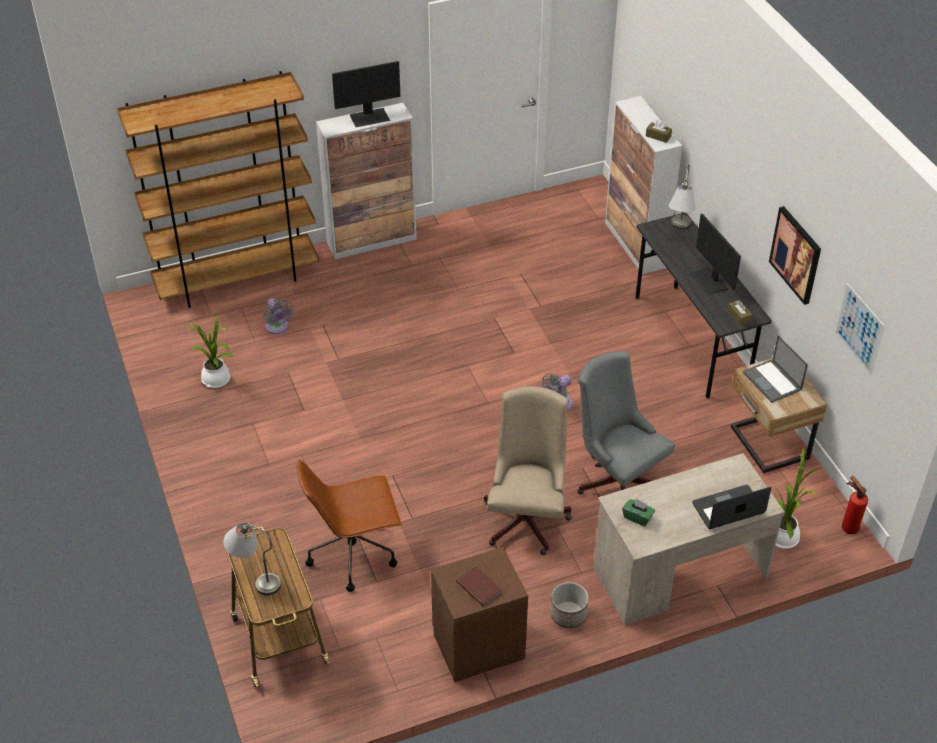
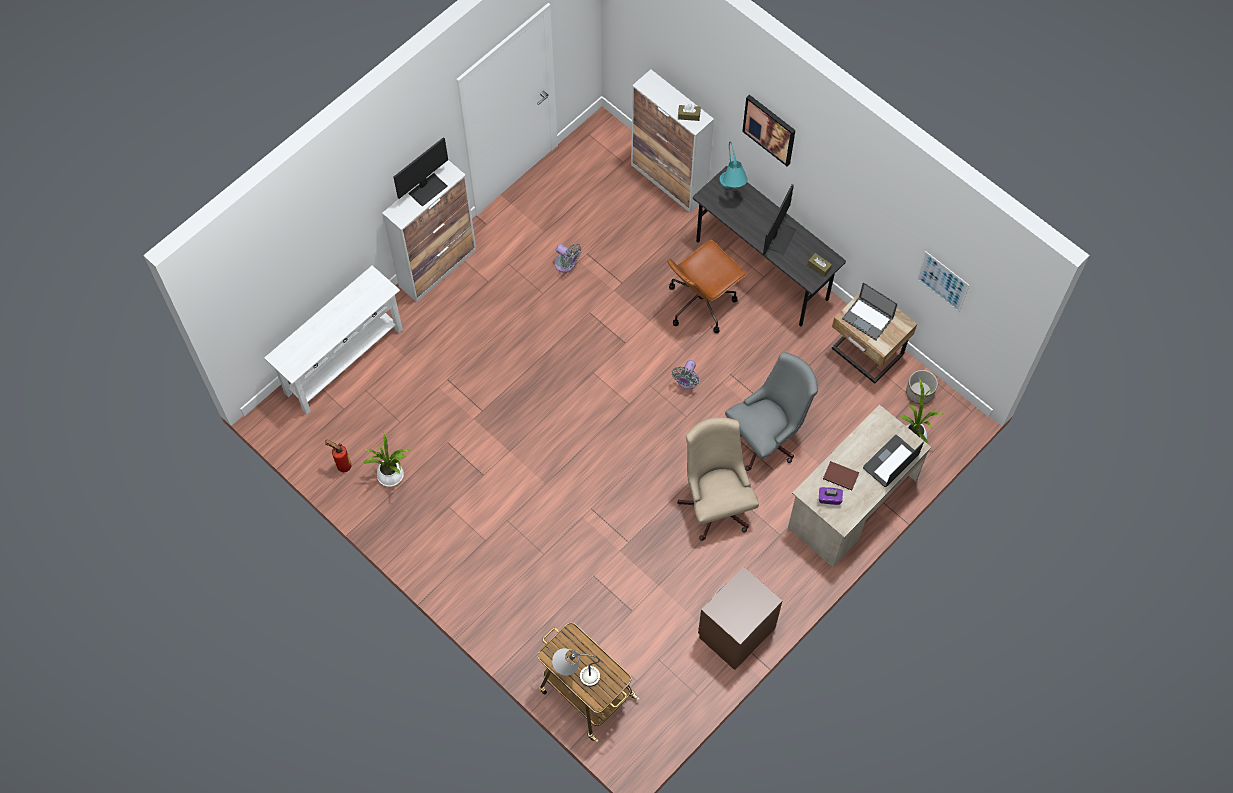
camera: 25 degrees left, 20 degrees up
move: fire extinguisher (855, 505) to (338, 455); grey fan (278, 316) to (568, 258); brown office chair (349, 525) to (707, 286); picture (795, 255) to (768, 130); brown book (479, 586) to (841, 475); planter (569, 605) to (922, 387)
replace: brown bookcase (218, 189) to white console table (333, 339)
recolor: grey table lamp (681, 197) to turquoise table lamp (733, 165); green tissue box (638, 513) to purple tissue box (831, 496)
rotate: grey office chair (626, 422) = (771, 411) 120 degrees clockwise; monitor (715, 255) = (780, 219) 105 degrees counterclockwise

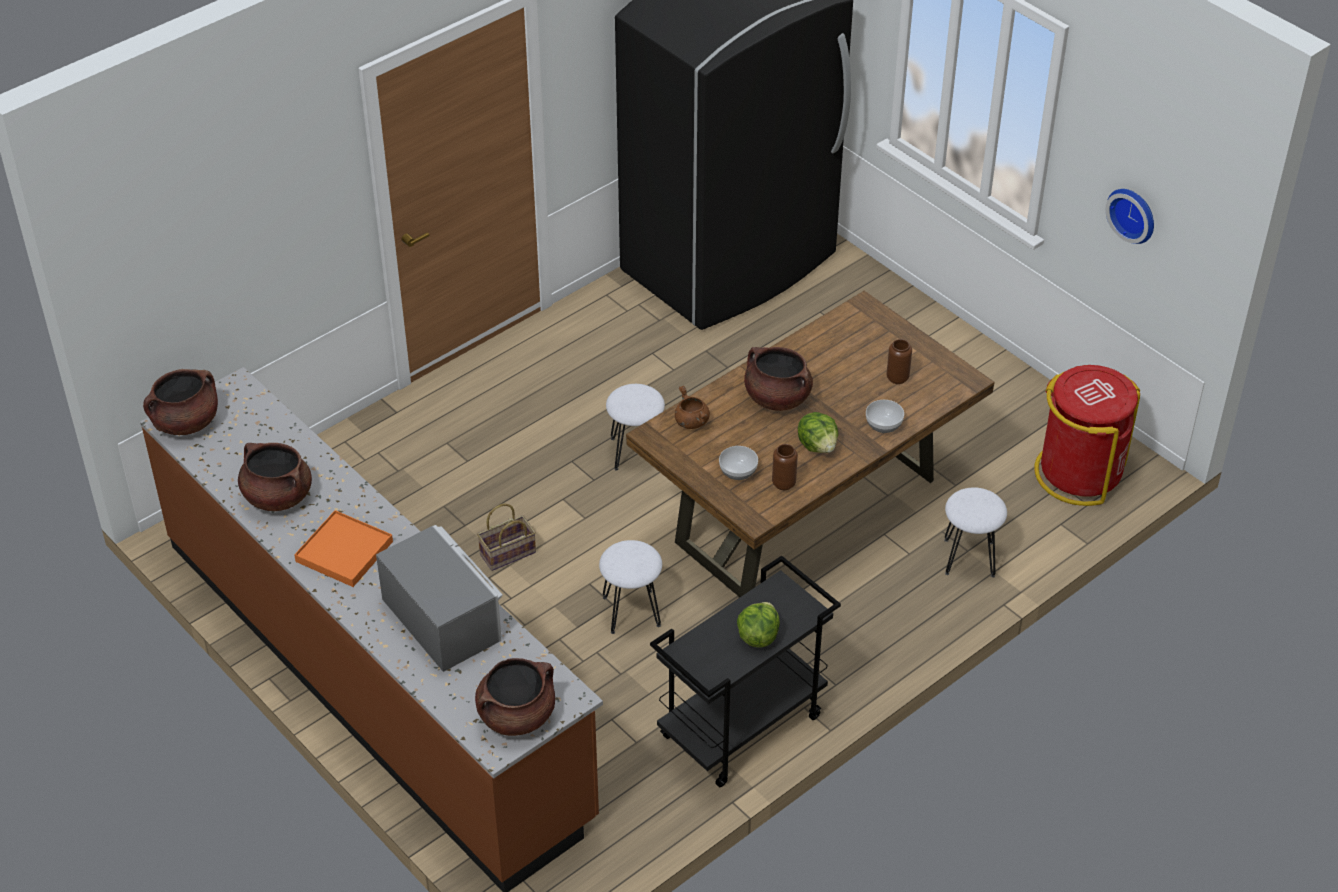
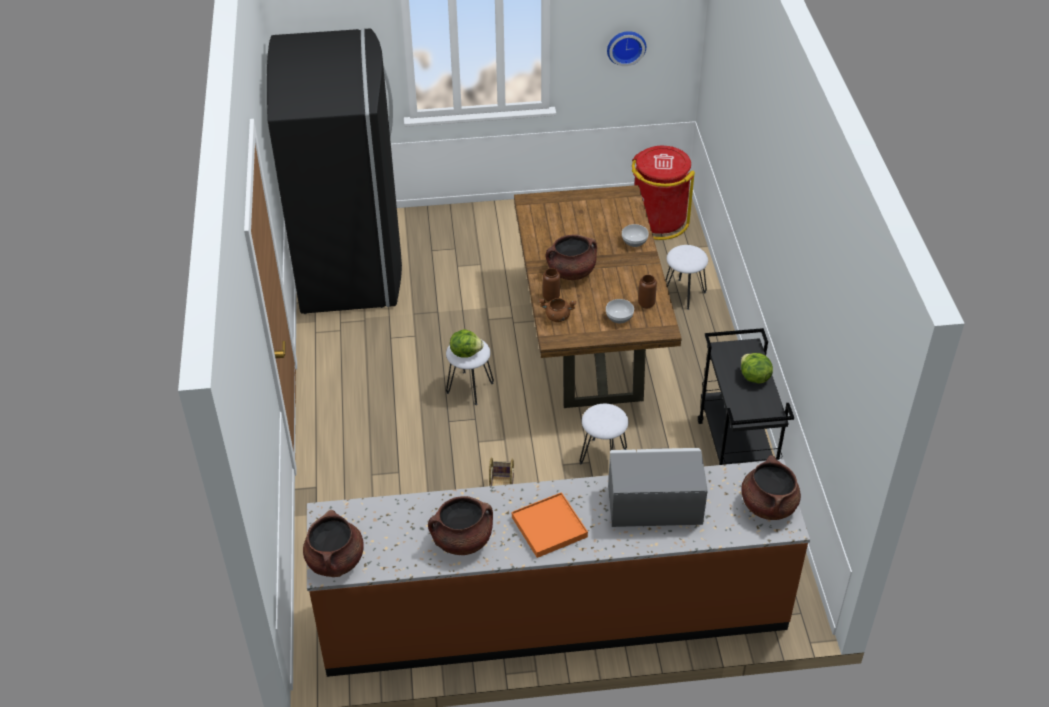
camera: 55 degrees left, 0 degrees up
move: lettuce (818, 432) to (467, 343); brown vase (899, 361) to (551, 285)

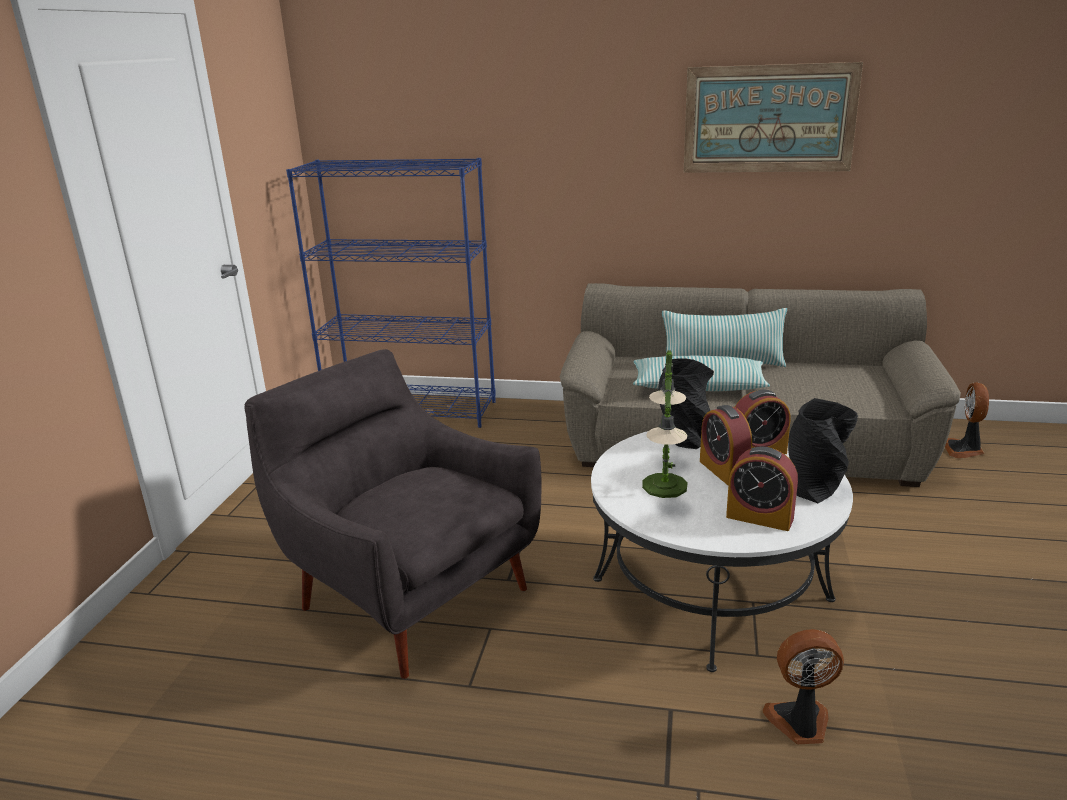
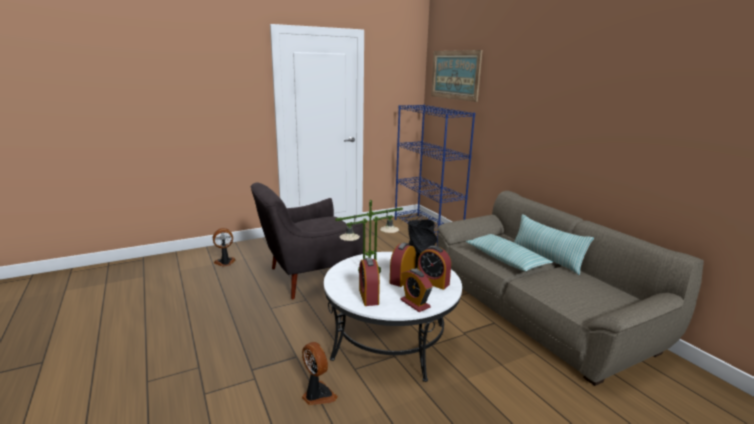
camera: 50 degrees right, 5 degrees down
move: fan (967, 420) to (224, 247); picture (773, 117) to (457, 76)
replace: black vase (823, 450) to alarm clock (416, 290)
rotate: grey armchair (393, 514) = (307, 241) 120 degrees counterclockwise

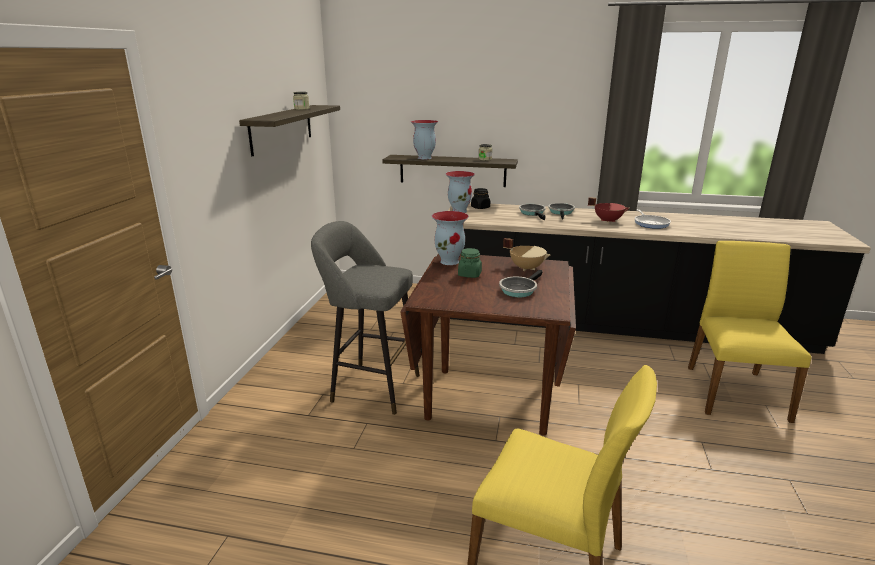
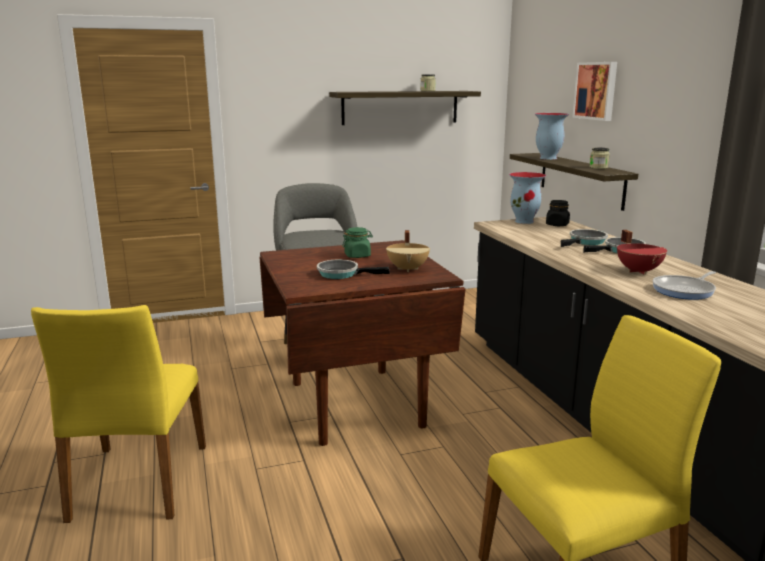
camera: 60 degrees right, 5 degrees down
delete: vase (450, 238)
insert: picture (594, 91)

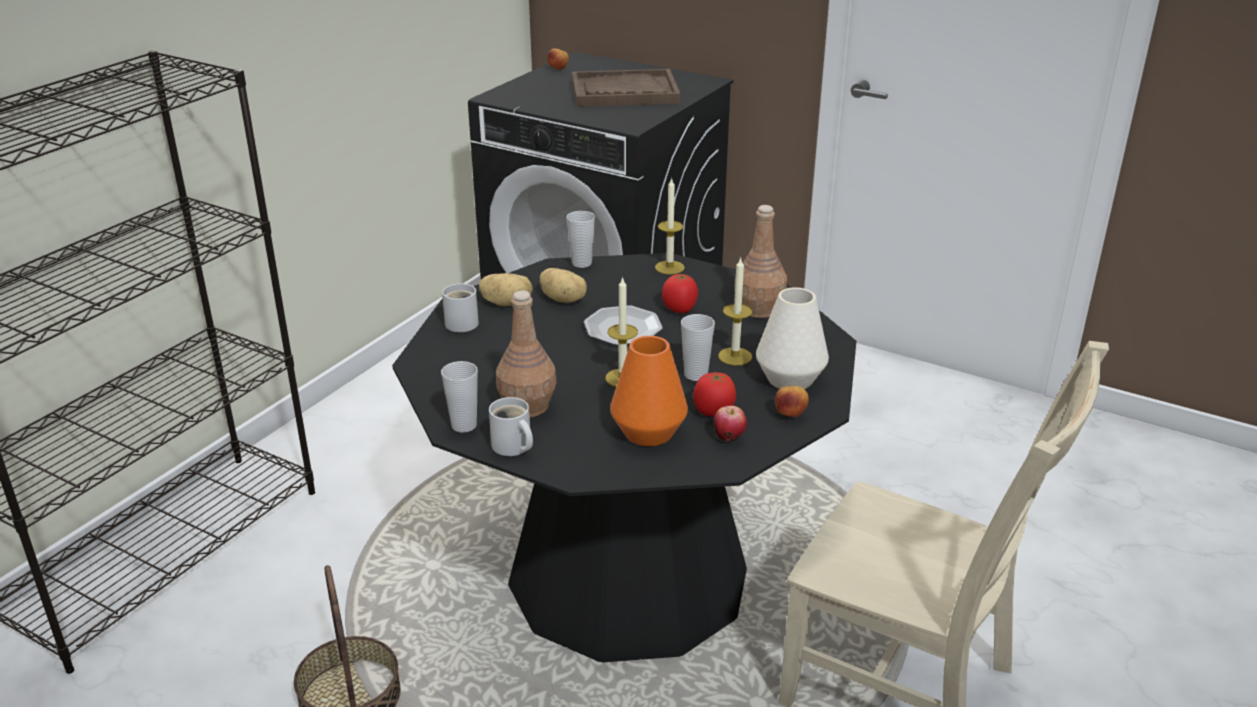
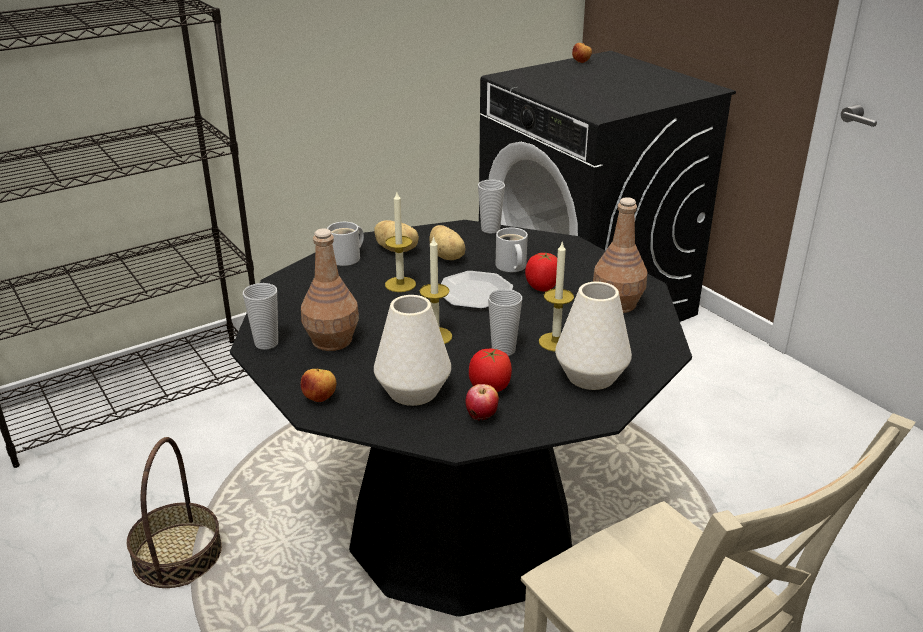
camera: 25 degrees right, 0 degrees up
delete: brown tray (626, 88)
move: apple (792, 401) to (318, 385); candle (670, 226) to (400, 242); white mug (511, 426) to (512, 250)
recolor: orange vase (649, 391) to white vase (412, 350)

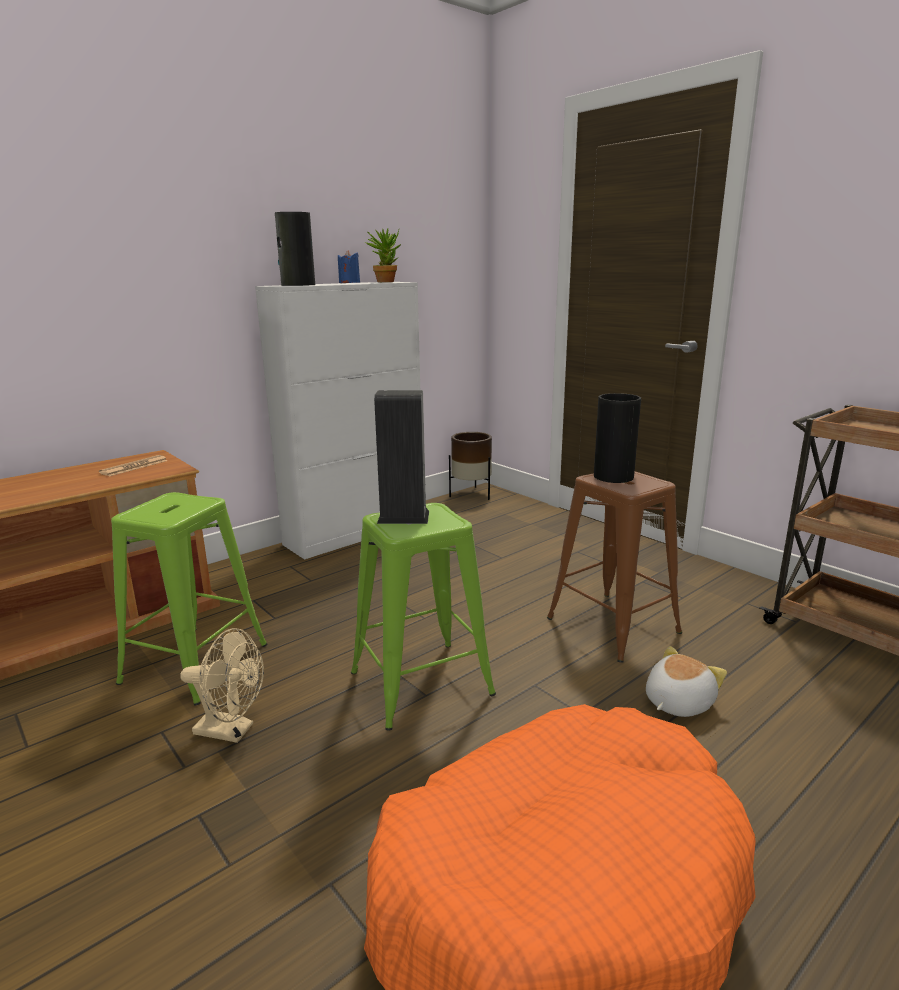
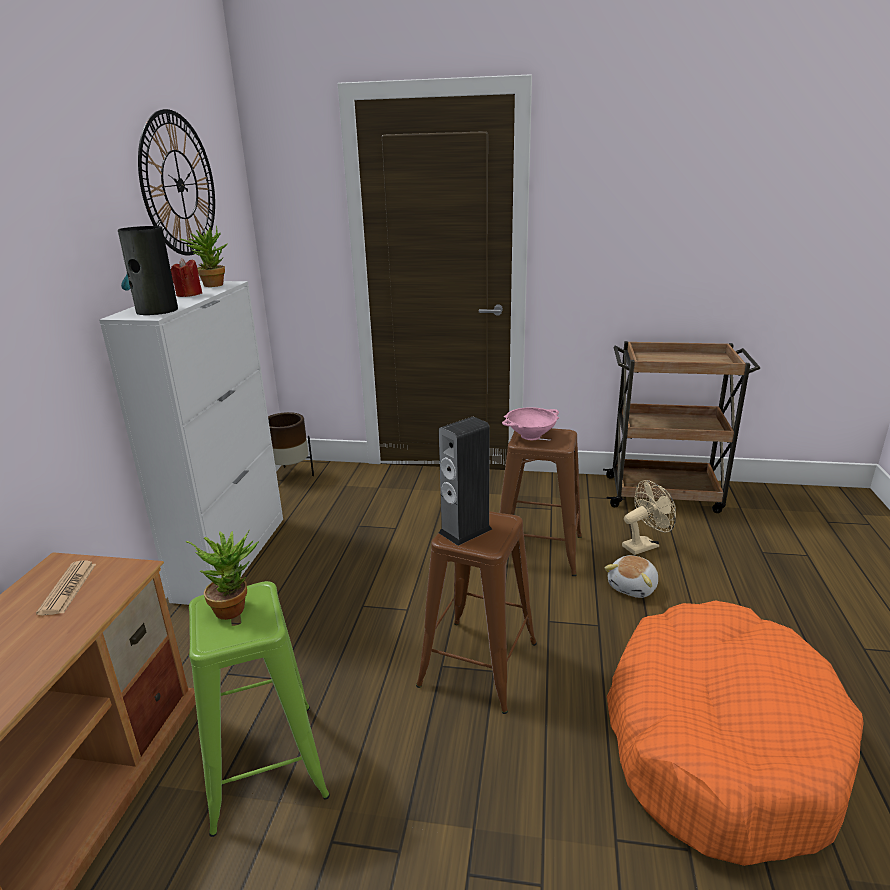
camera: 40 degrees left, 5 degrees up
insert: wall clock (176, 182); potted plant (222, 575)
move: beige fan (222, 685) to (649, 517)
replace: vase (617, 438) to pink bowl (530, 423)
recolor: blue candle (349, 266) to red candle (186, 277); green stool (423, 616) to brown stool (476, 612)
rotate: plush toy (686, 681) = (631, 576) 150 degrees counterclockwise

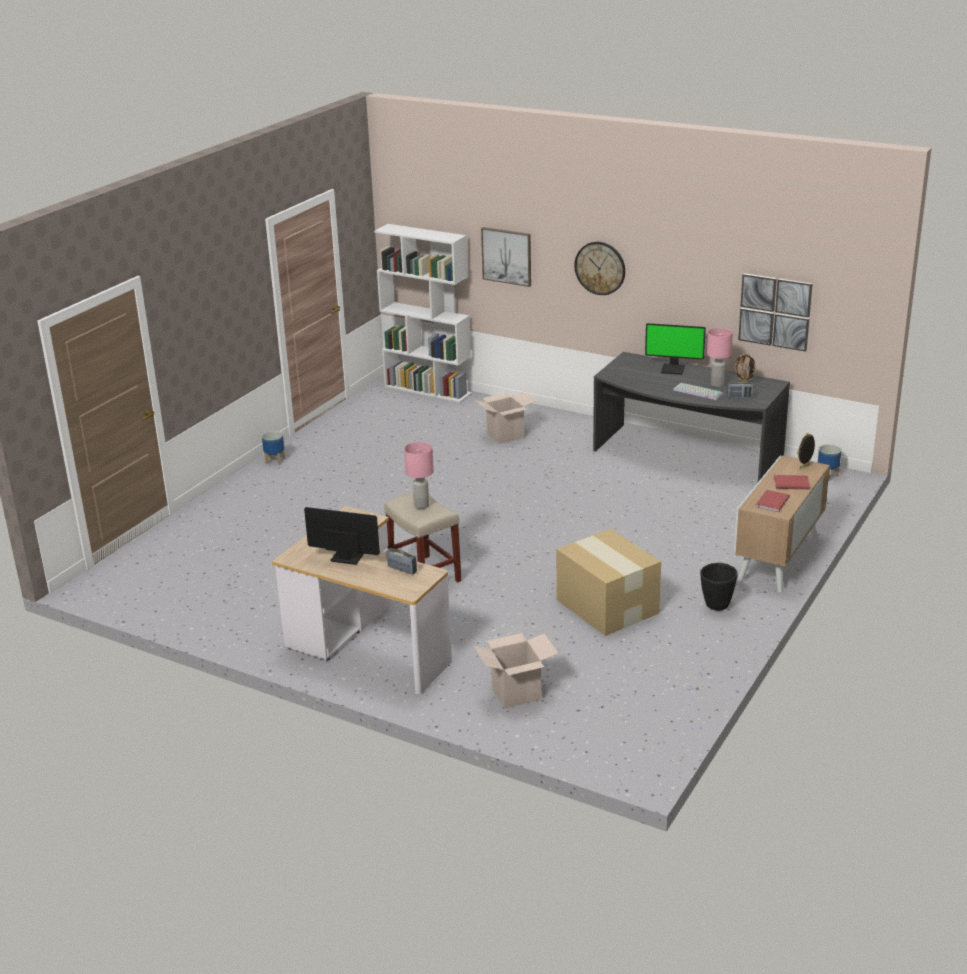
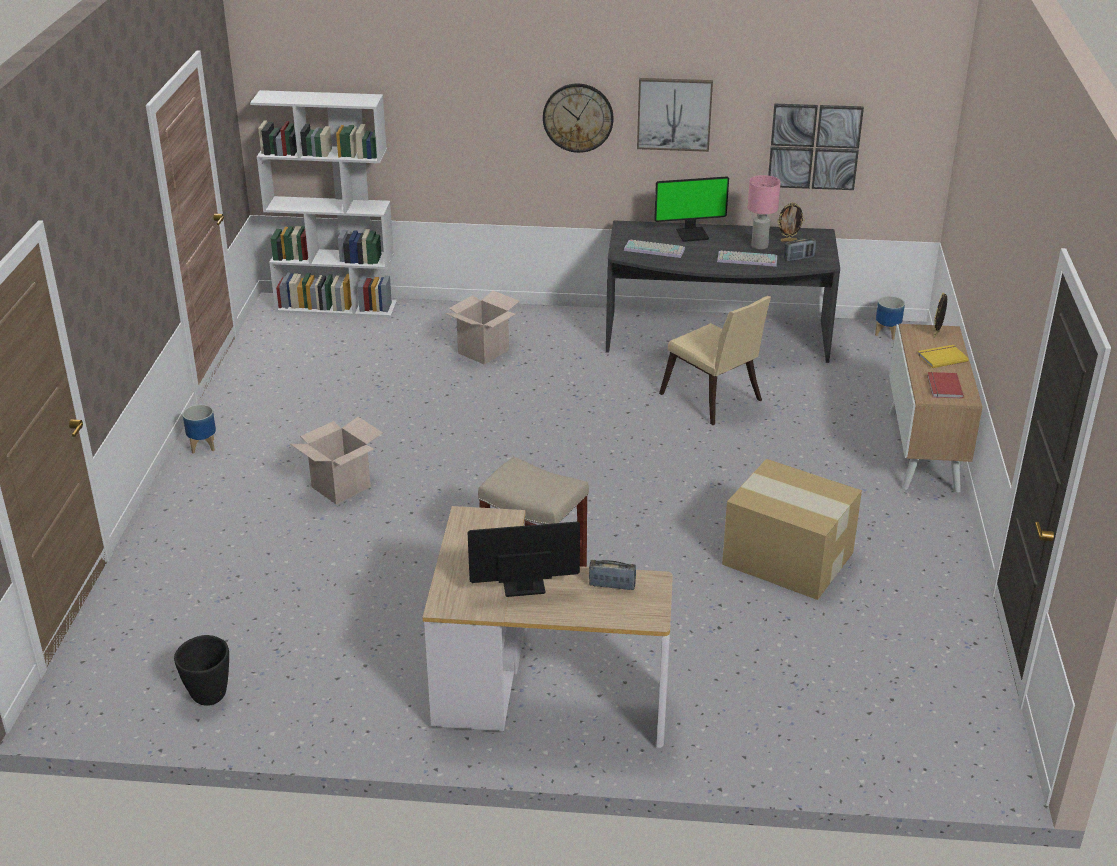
camera: 25 degrees left, 5 degrees up
delete: pink table lamp (419, 475)
insert: keyboard (654, 248); beige chair (715, 360)
move: black planter (719, 587) to (201, 670); cardboard box (516, 671) to (336, 460); picture (506, 257) to (675, 115)
recolor: red book (792, 482) to yellow book (943, 356)

